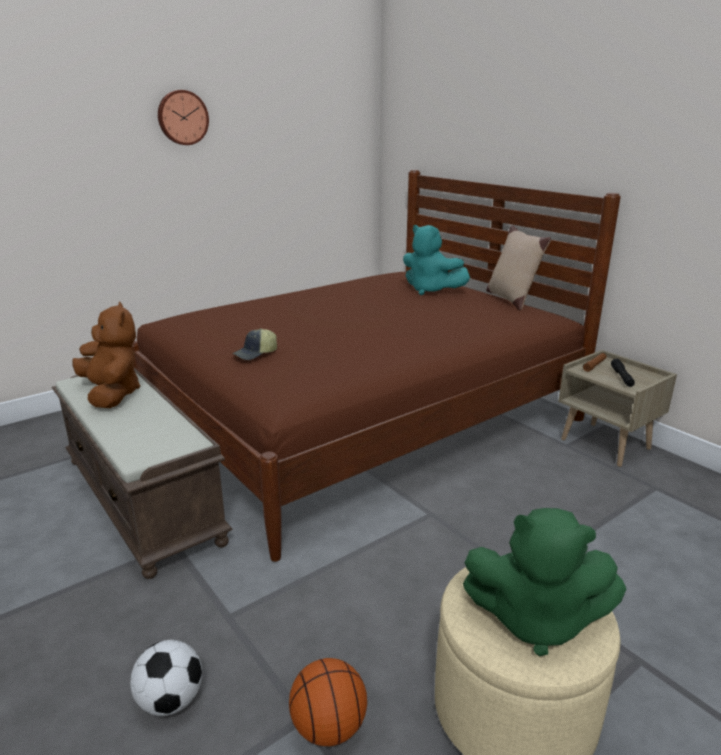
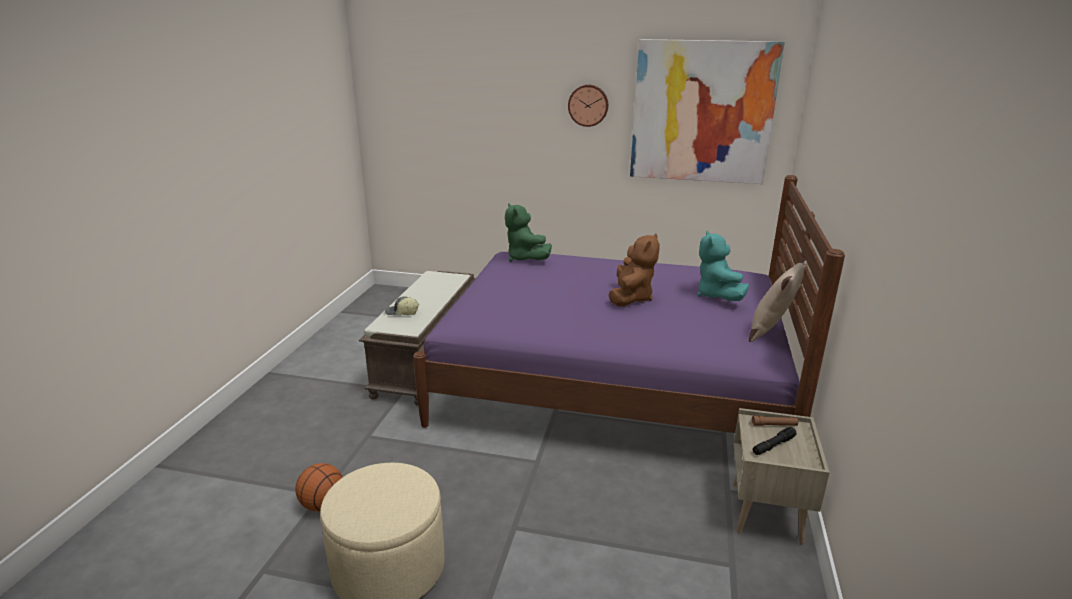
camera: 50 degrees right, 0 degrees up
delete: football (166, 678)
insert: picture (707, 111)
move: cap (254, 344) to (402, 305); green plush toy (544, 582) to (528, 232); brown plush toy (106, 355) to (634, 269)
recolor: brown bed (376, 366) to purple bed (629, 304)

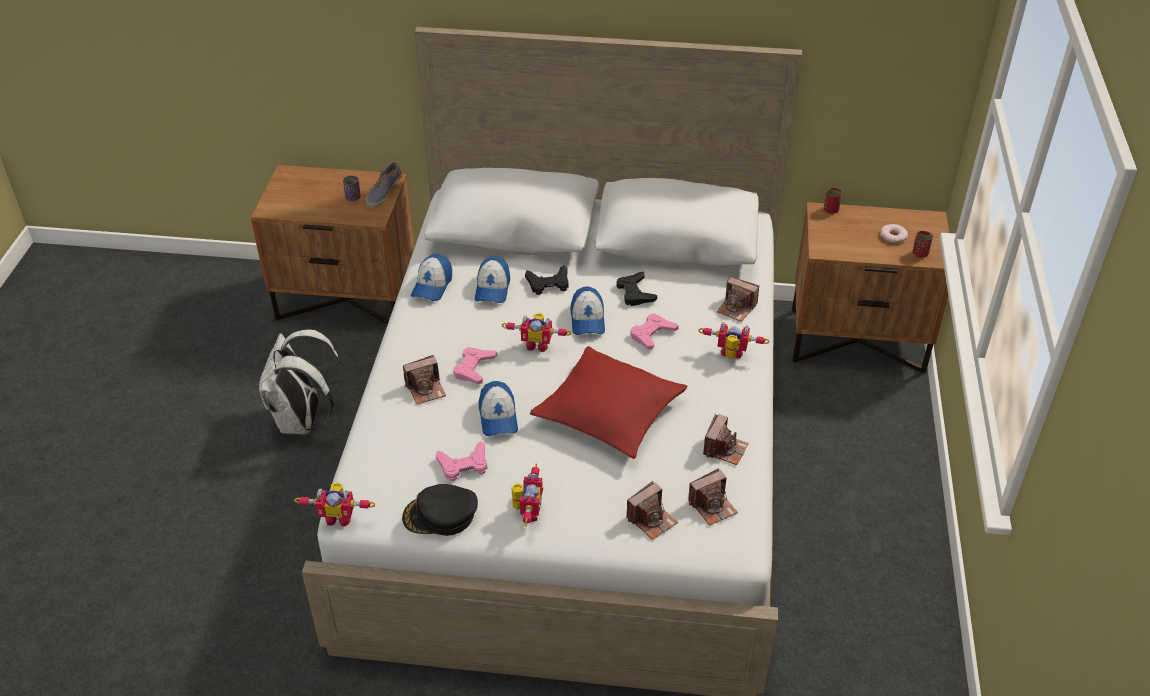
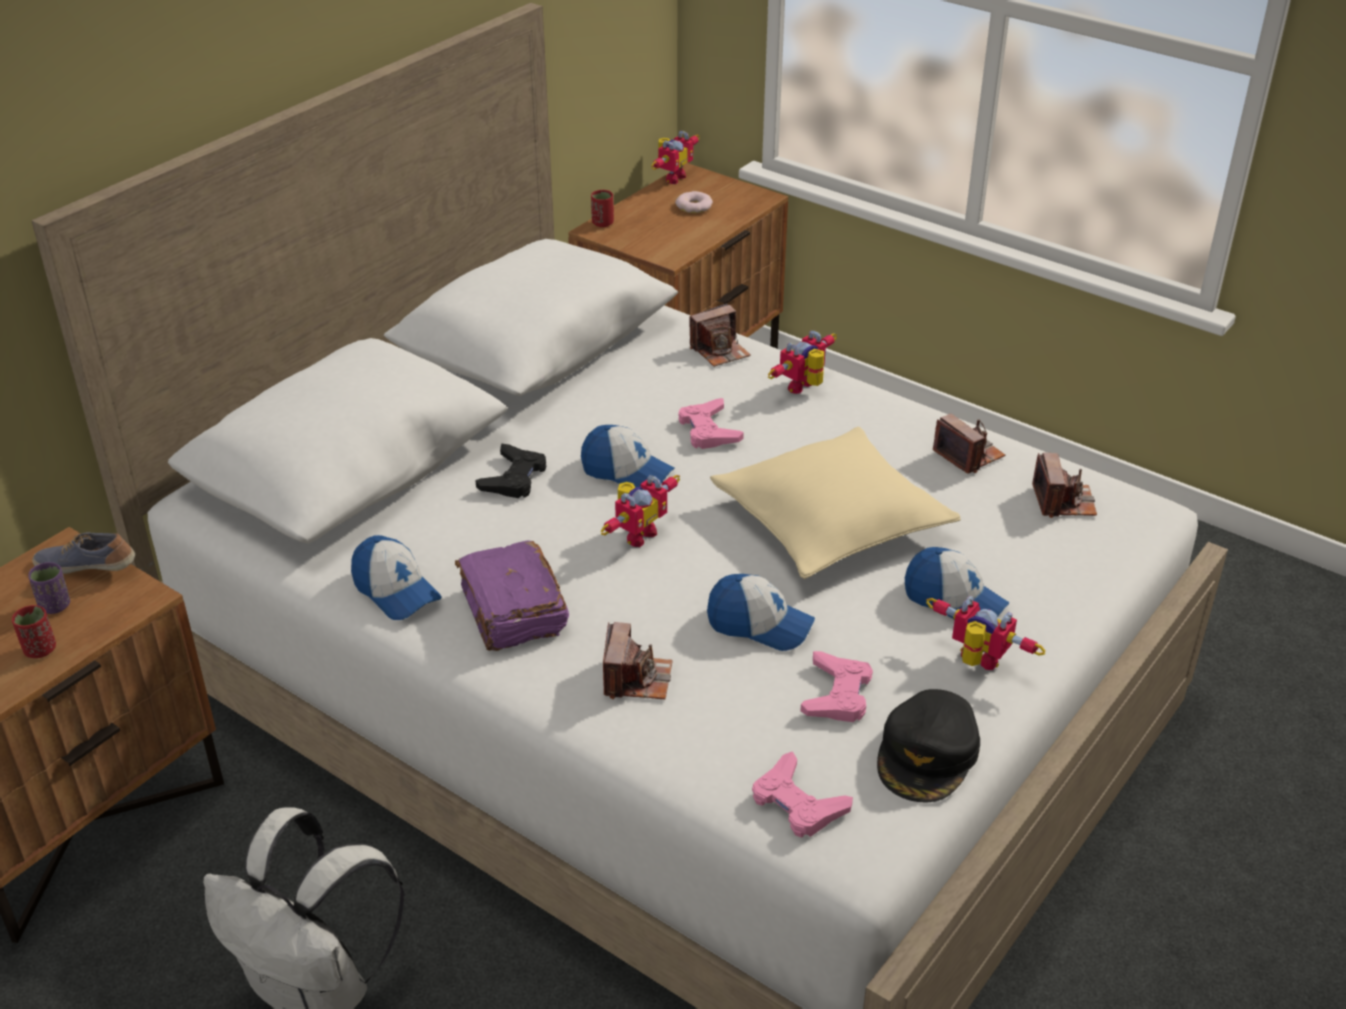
camera: 60 degrees left, 5 degrees down
delete: black game controller (636, 289); photo camera (652, 510)
insert: purple book (512, 595)
move: red cup (923, 244) to (34, 631); toy robot (334, 504) to (675, 157); pink game controller (475, 365) to (802, 794); cap (492, 279) to (957, 583)
recolor: red pillow (609, 402) to beige pillow (835, 502)
rotate: shoe (384, 184) = (83, 553) 135 degrees clockwise

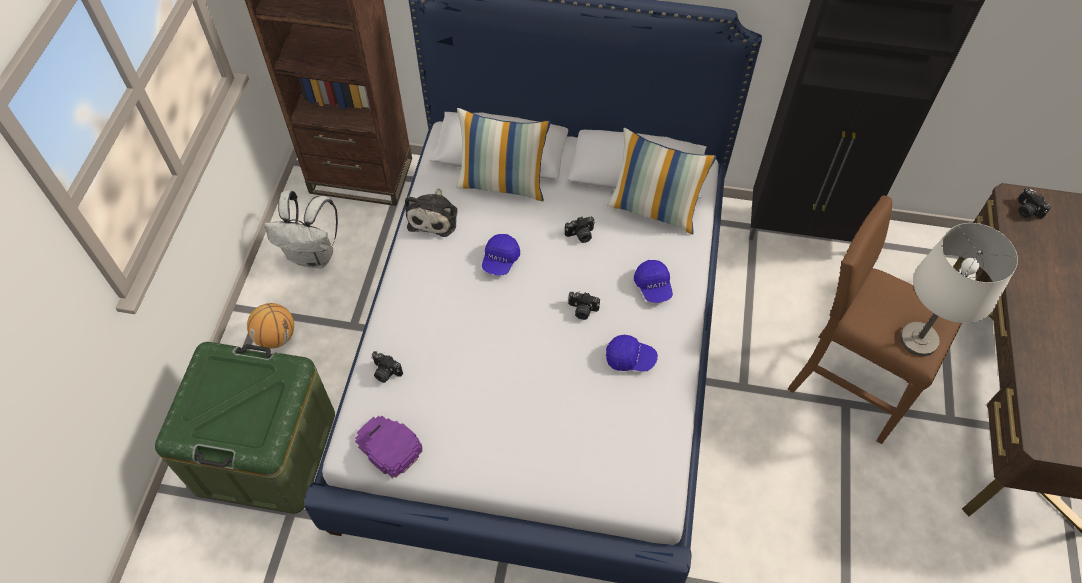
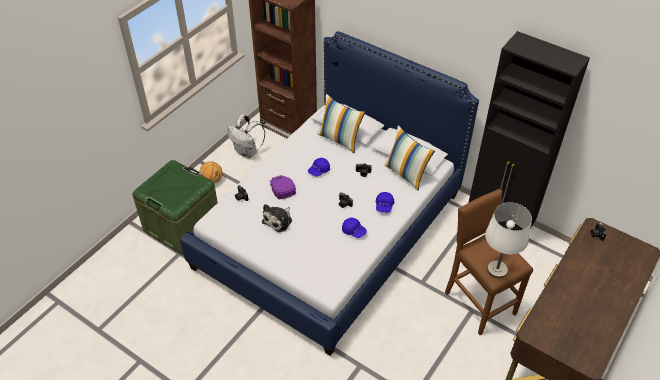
camera: 25 degrees right, 10 degrees down
move: plush toy (431, 212) to (277, 218); purple cap (388, 447) to (283, 187)

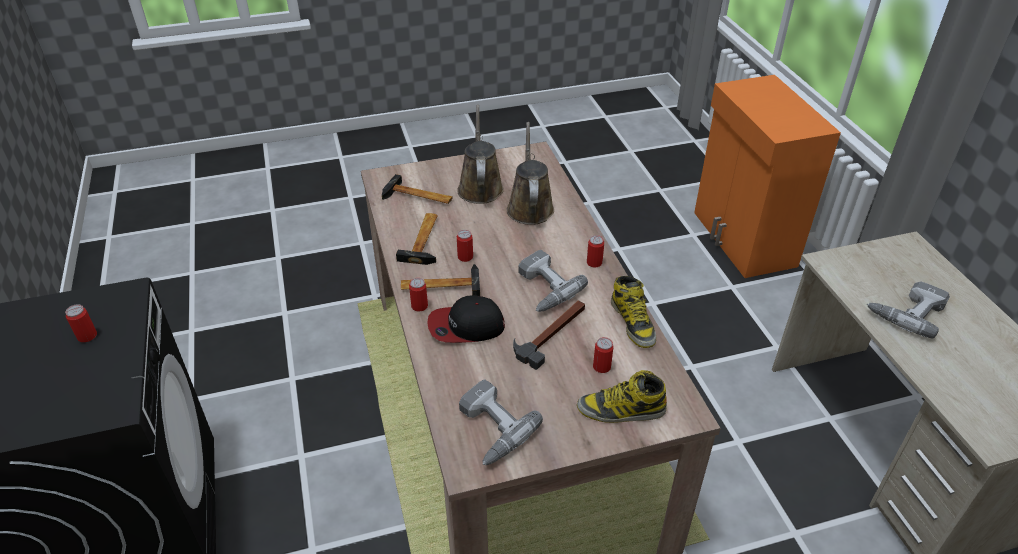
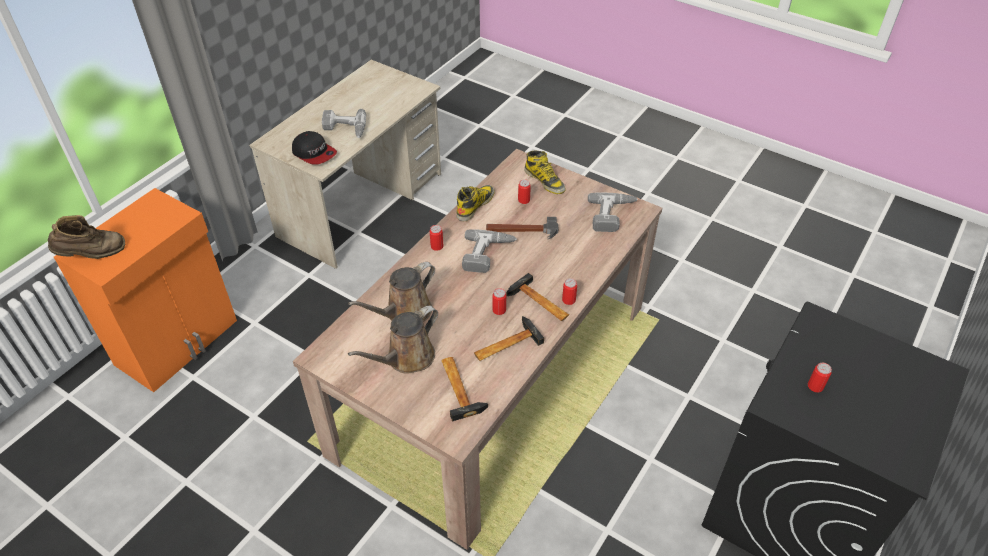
camera: 130 degrees left, 5 degrees up
insert: brown boot (86, 237)
move: cap (466, 319) to (314, 148)

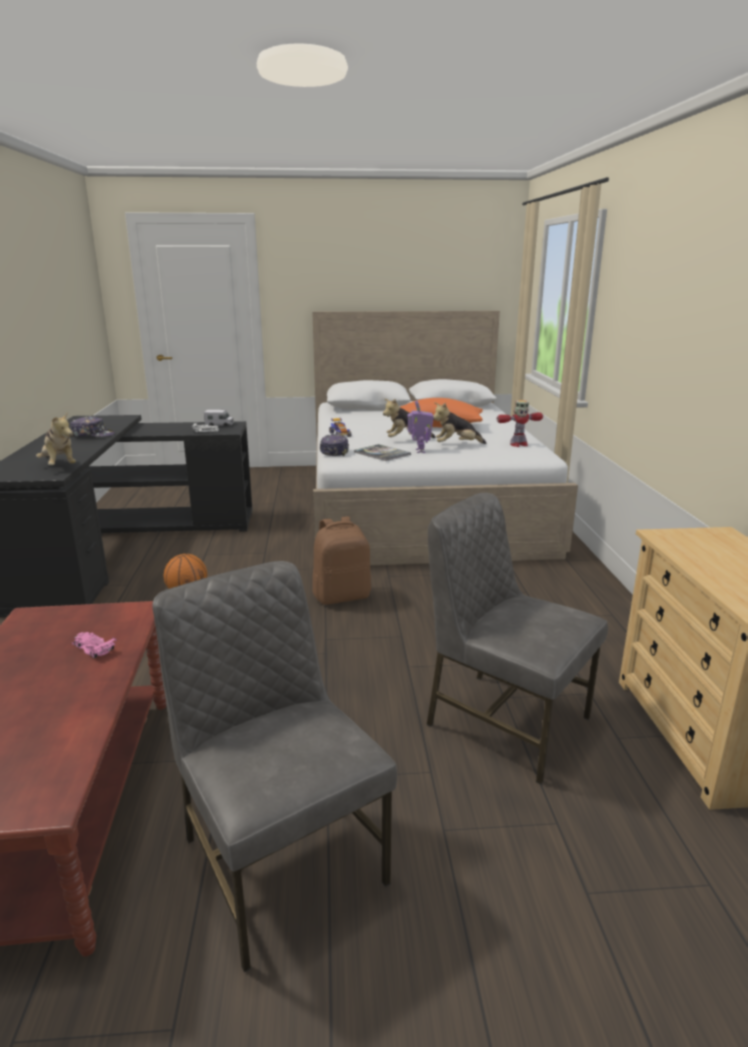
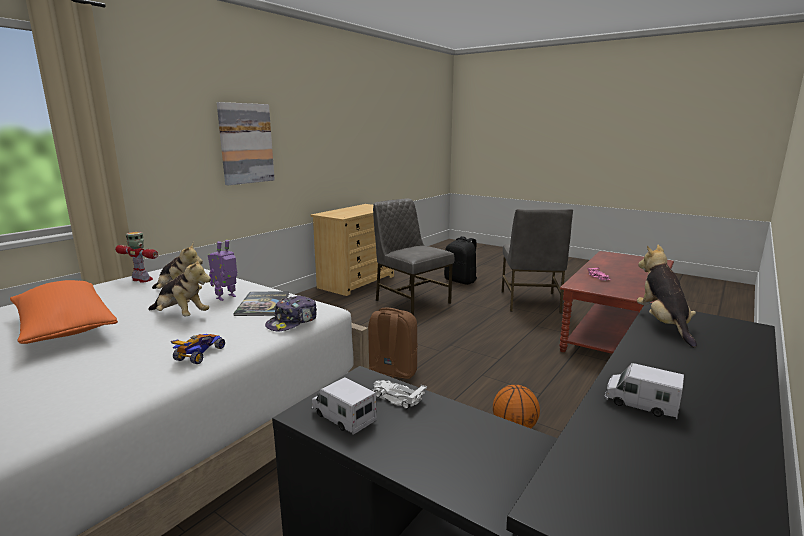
camera: 140 degrees left, 5 degrees down
insert: picture (246, 143); black backpack (460, 260)
replace: cap (92, 426) to toy truck (644, 391)
rotate: grey chair (517, 639) = (413, 257) 150 degrees clockwise

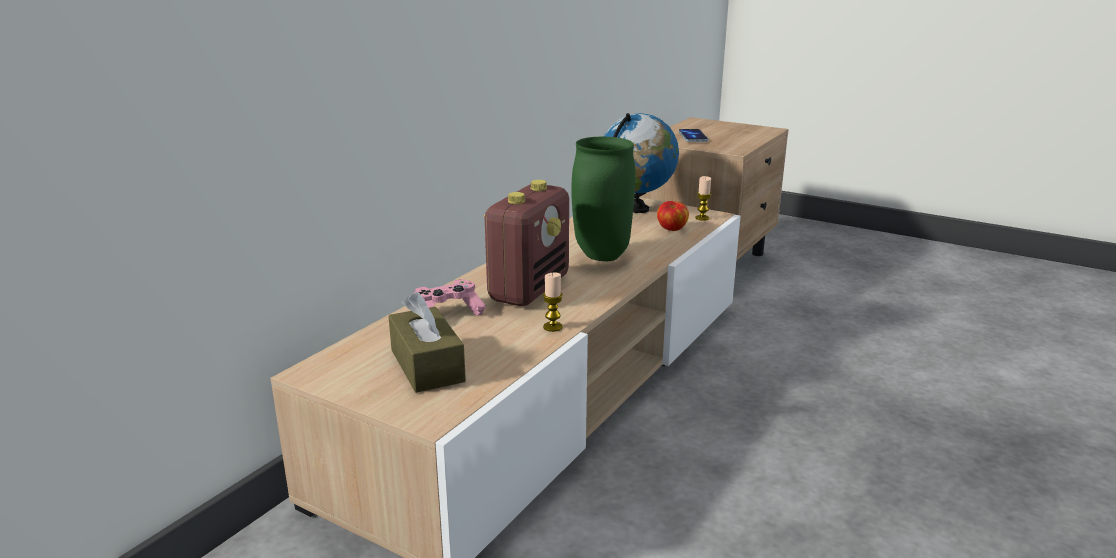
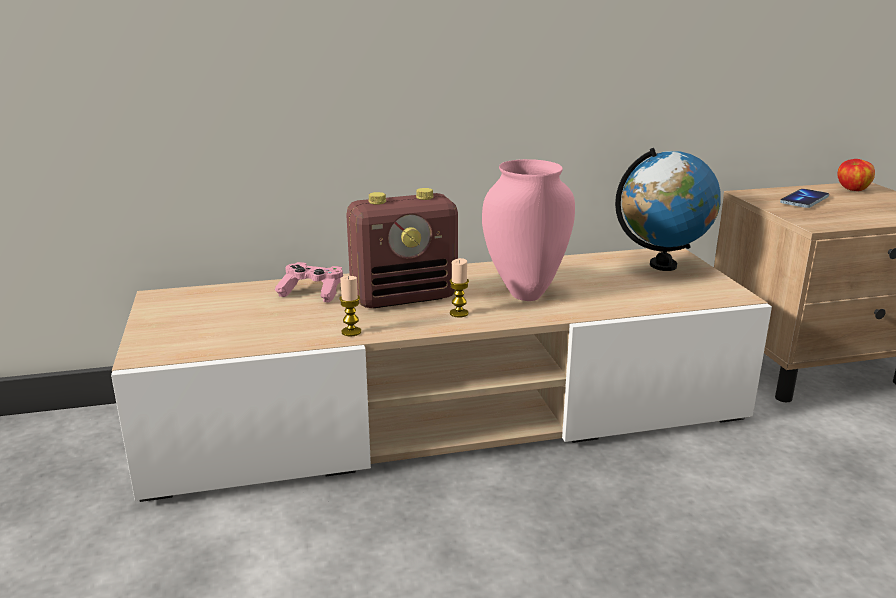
camera: 45 degrees right, 0 degrees up
delete: brown tissue box (427, 342)
move: candle (703, 198) to (459, 288); apple (673, 216) to (856, 175)
recolor: green vase (604, 199) to pink vase (528, 230)

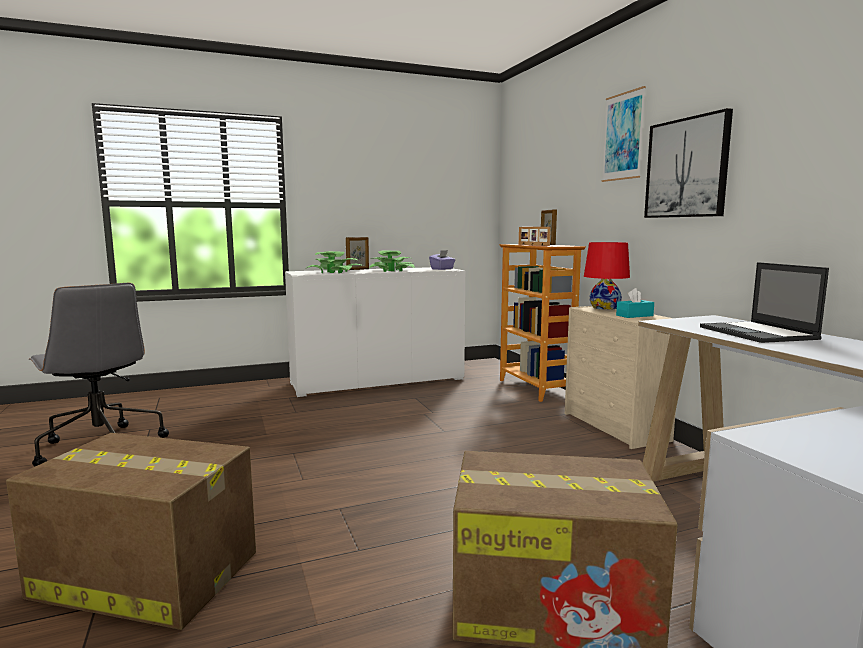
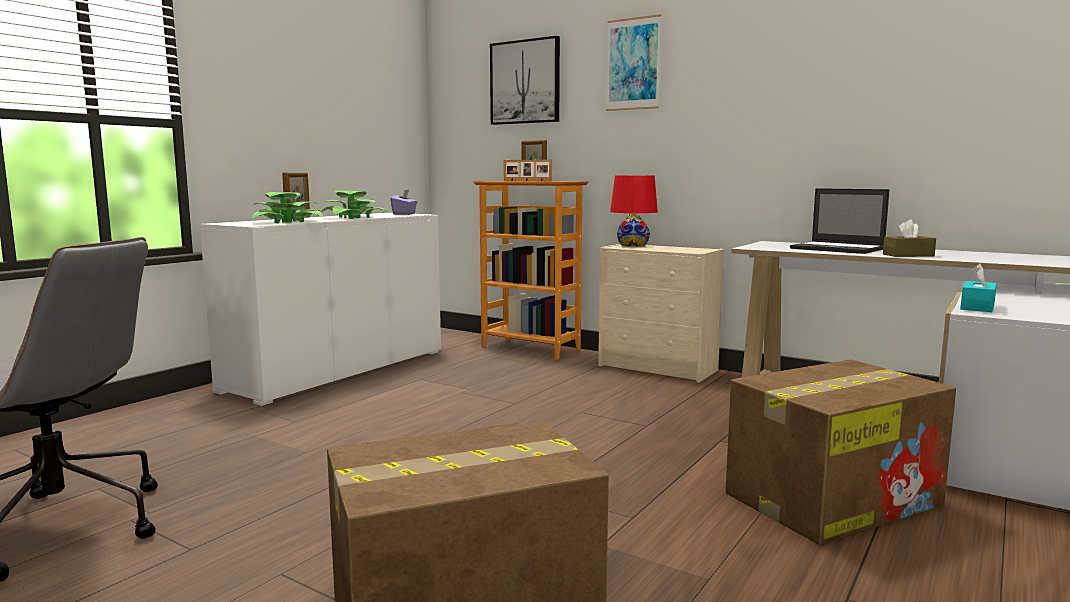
camera: 35 degrees left, 0 degrees up
insert: brown tissue box (909, 238)
move: picture (688, 163) to (525, 80); turquoise tissue box (635, 303) to (978, 287)

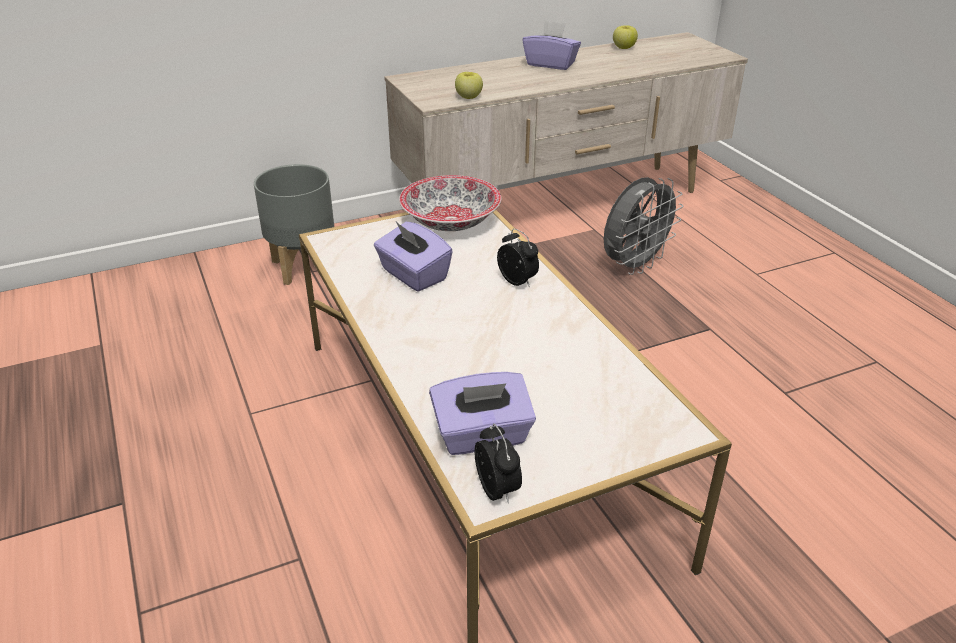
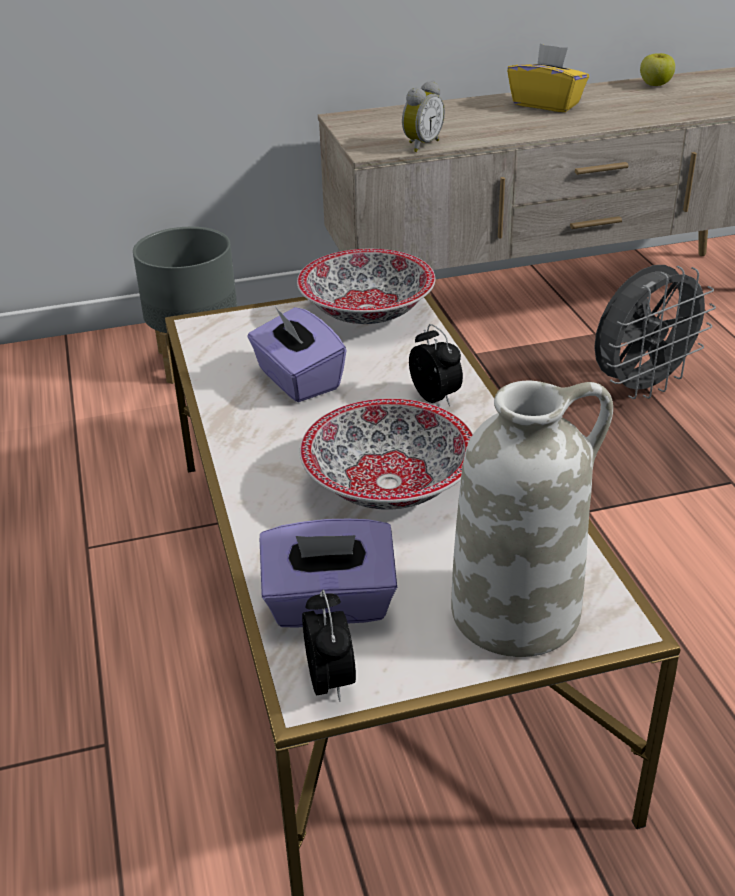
camera: 10 degrees right, 0 degrees up
insert: bowl (386, 454); white vase (532, 519)
replace: apple (469, 85) to alarm clock (423, 116)
recolor: purple tissue box (551, 45) to yellow tissue box (548, 78)

